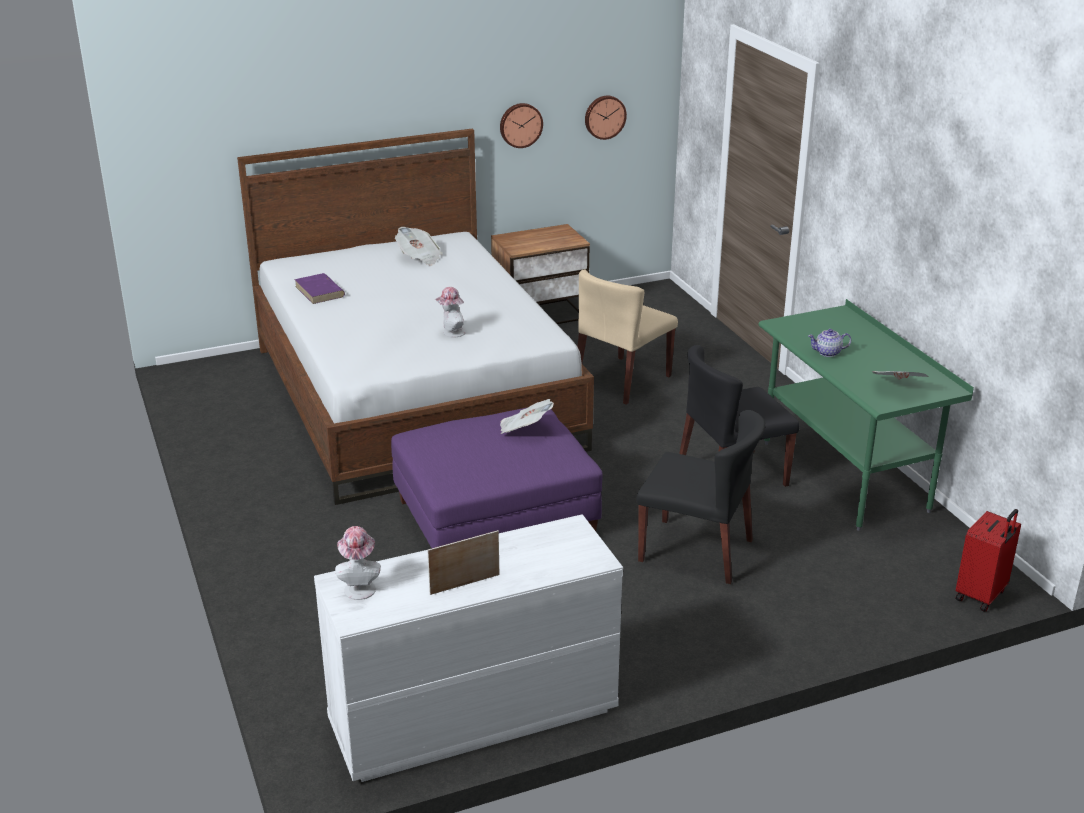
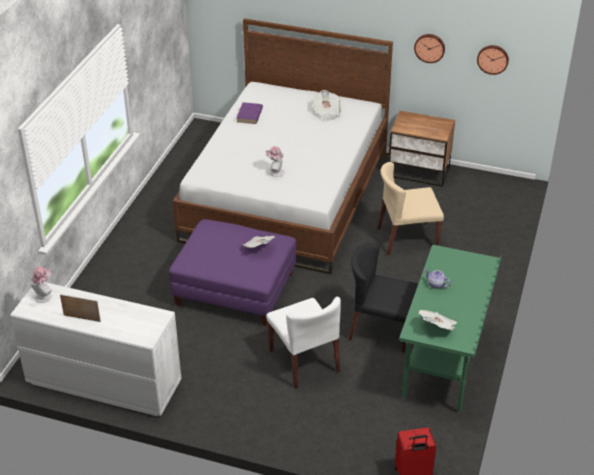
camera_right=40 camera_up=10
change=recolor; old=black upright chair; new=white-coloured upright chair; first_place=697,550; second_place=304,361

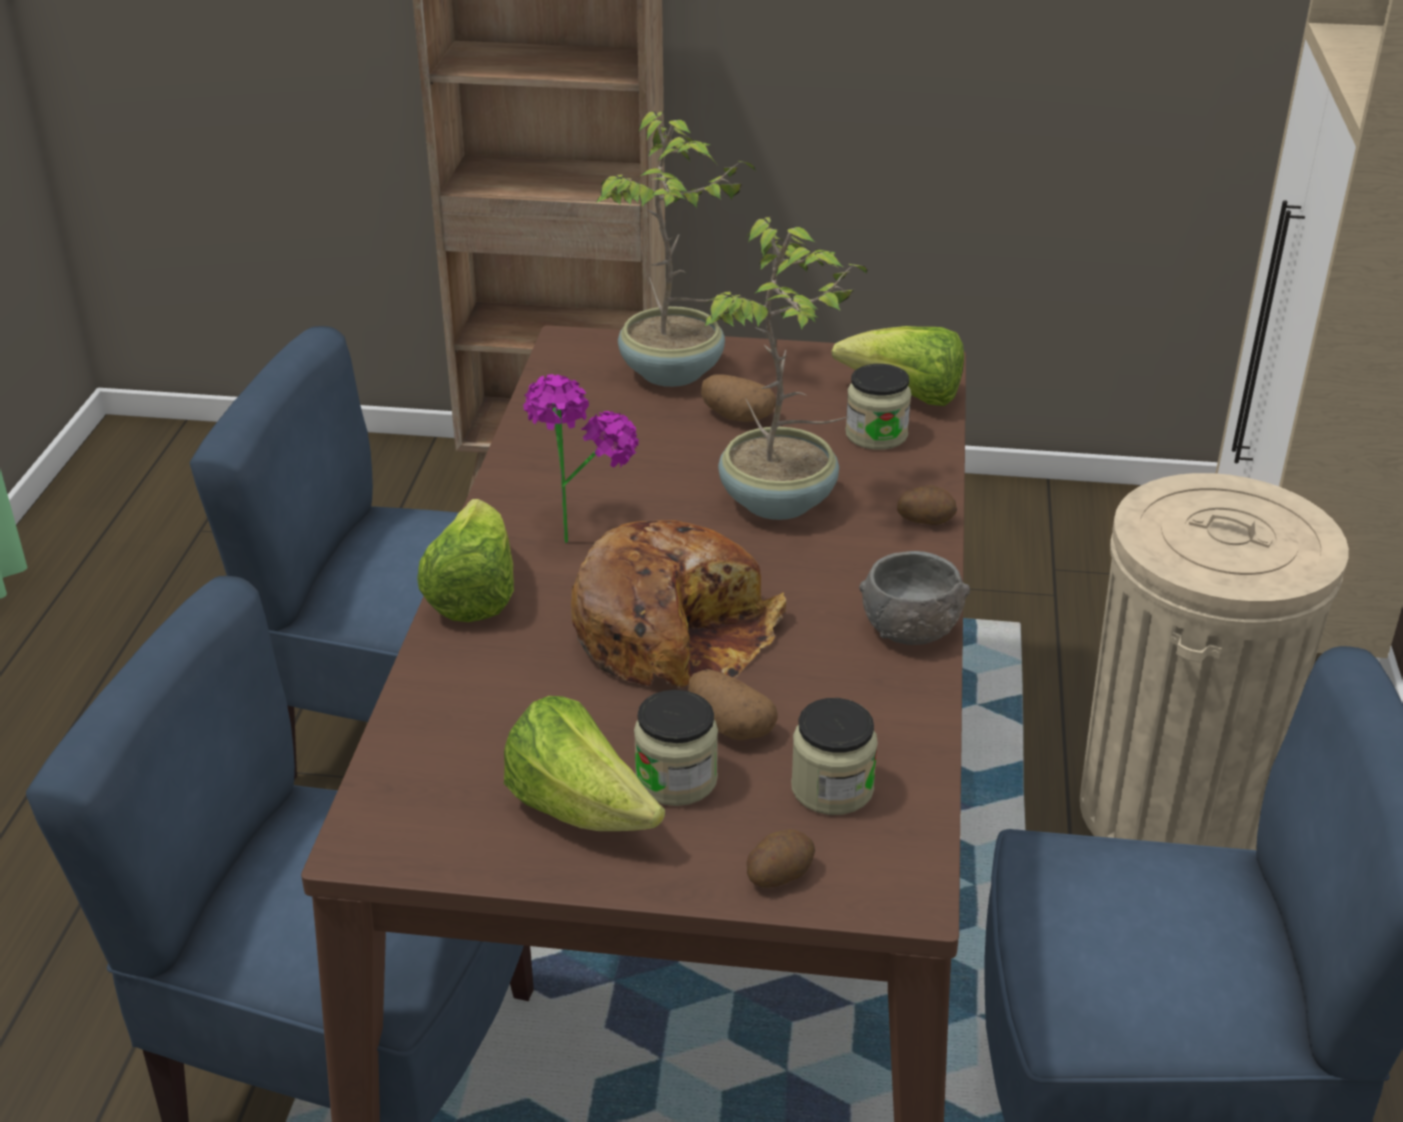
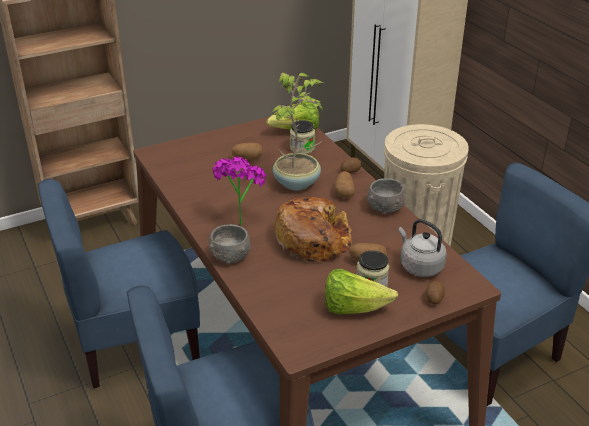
camera_right=-35 camera_up=0
change=delete; old=houseplant; first_place=674,373
change=insert; new=whole potato; second_place=344,192
change=replace; old=lettuce; new=grey bowl; first_place=473,594; second_place=230,256
change=replace; old=jar; new=grey kettle; first_place=832,788; second_place=419,266

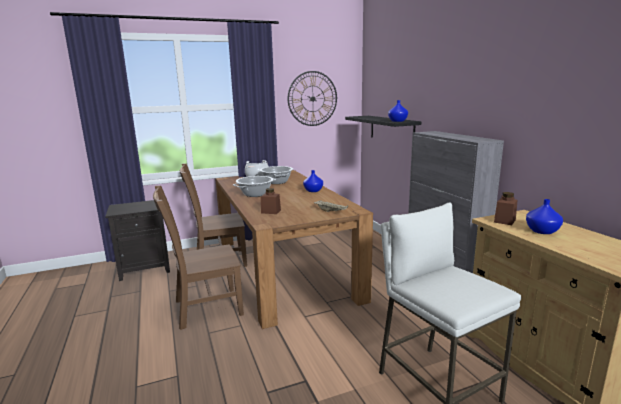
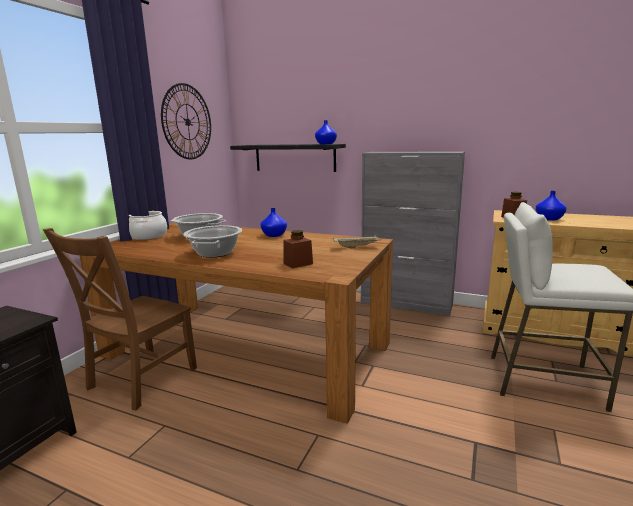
camera_right=-45 camera_up=0
change=delete; old=brown upright chair; first_place=205,308

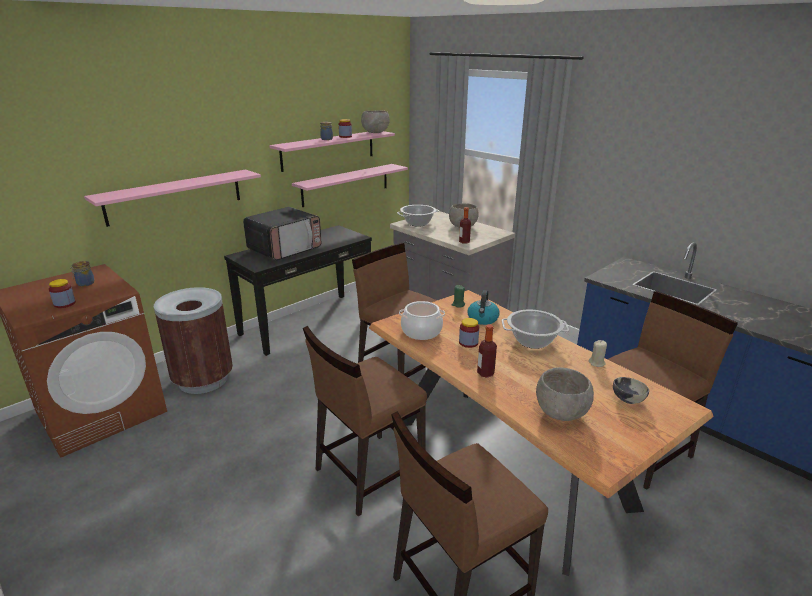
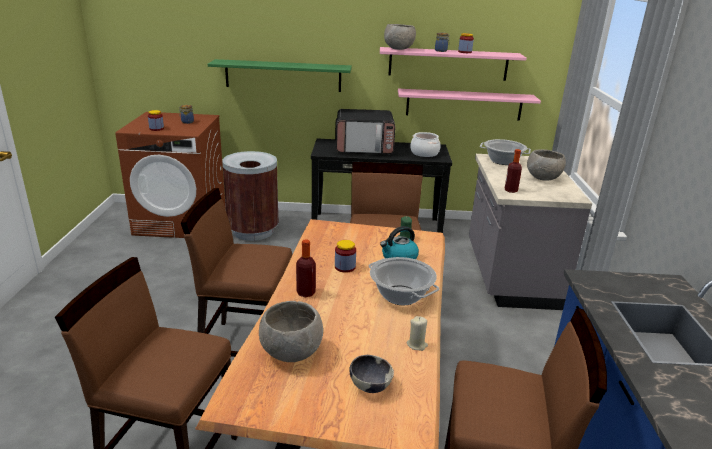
camera_right=45 camera_up=0
change=move; old=grey bowl; first_place=376,132; second_place=399,49
change=move; old=cooking pot; first_place=421,331; second_place=424,153
change=recolor; old=pink bracket shelf; new=greenish bracket shelf; first_place=175,196; second_place=283,75

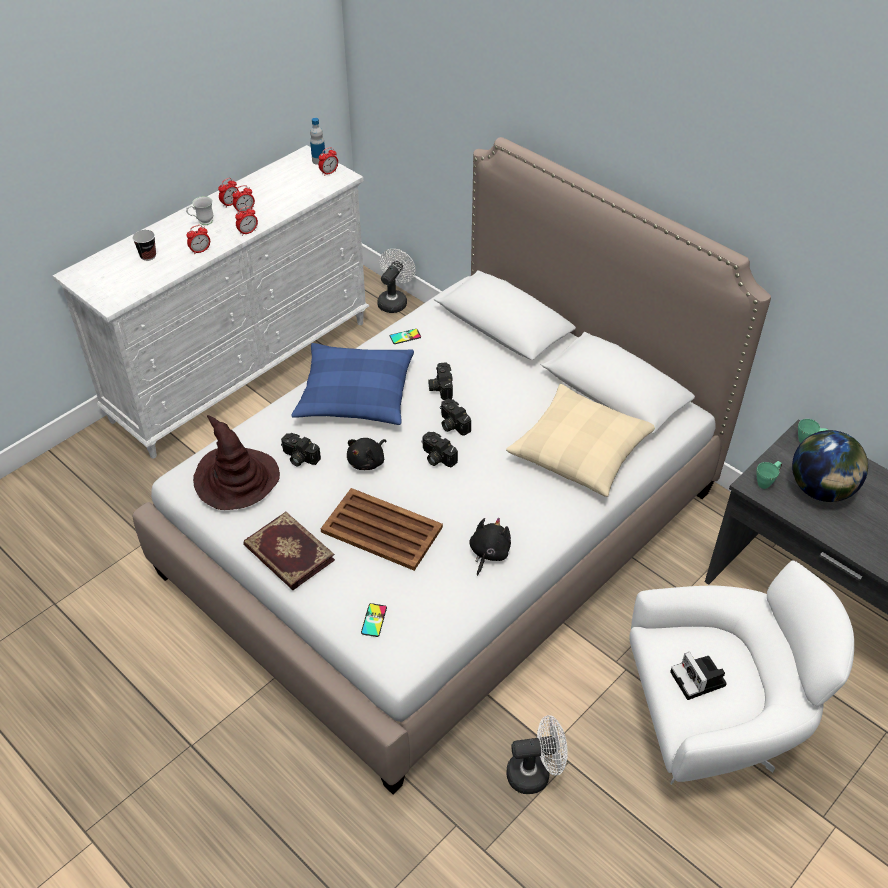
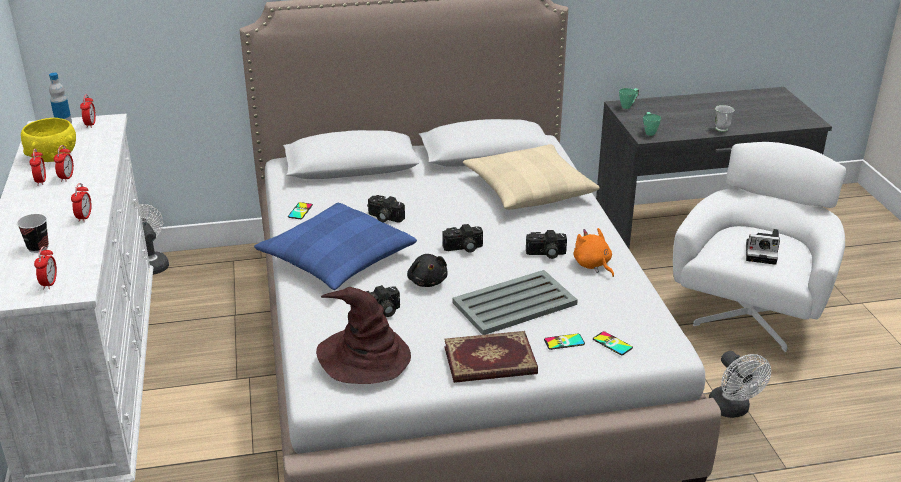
camera_right=-55 camera_up=-15
change=delete; old=globe; first_place=821,489
change=insert; new=yellow bowl; second_place=53,157
change=insert; new=phone; second_place=564,342
change=move; old=white-coloured mug; first_place=202,222; second_place=722,130
change=move; old=bedside clock; first_place=248,232; second_place=49,283
change=move; old=photo camera; first_place=452,424; second_place=546,254
change=recolor; old=brown serving tray; new=grey serving tray; first_place=381,529; second_place=513,303
change=recolor; old=black cuddly toy; new=orange-coloured cuddly toy; first_place=488,553; second_place=593,265
change=rotate; old=white-coloured fan; first_place=535,773; second_place=732,410; degrees=135

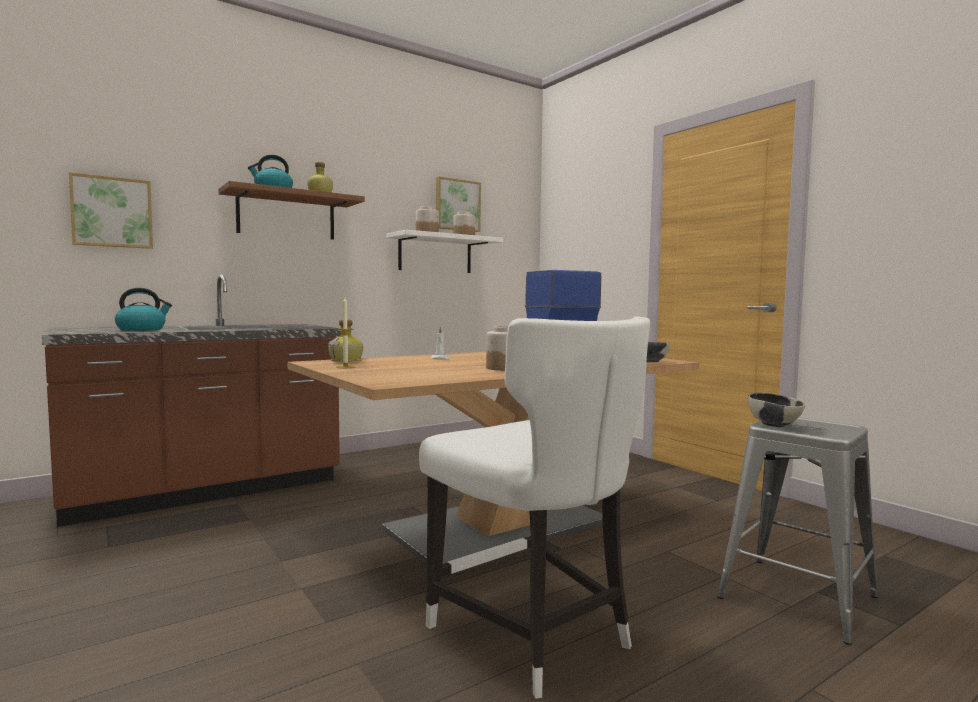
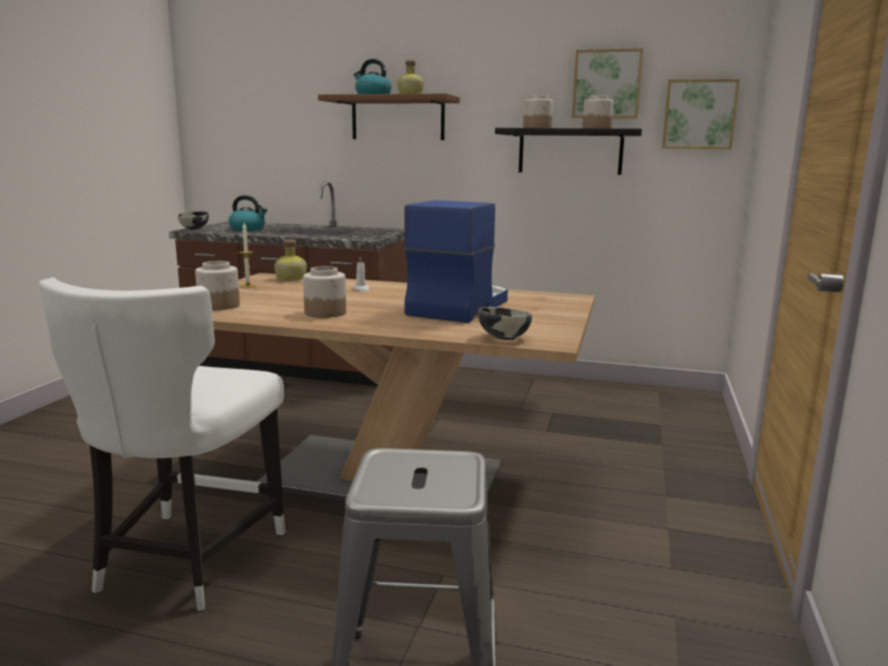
camera_right=50 camera_up=10
change=insert; new=jar; second_place=218,306
change=move; old=wall picture; first_place=112,212; second_place=699,114
change=move; old=bowl; first_place=774,425; second_place=194,229
change=recolor; old=white-coloured bracket shelf; new=black bracket shelf; first_place=435,254; second_place=570,151

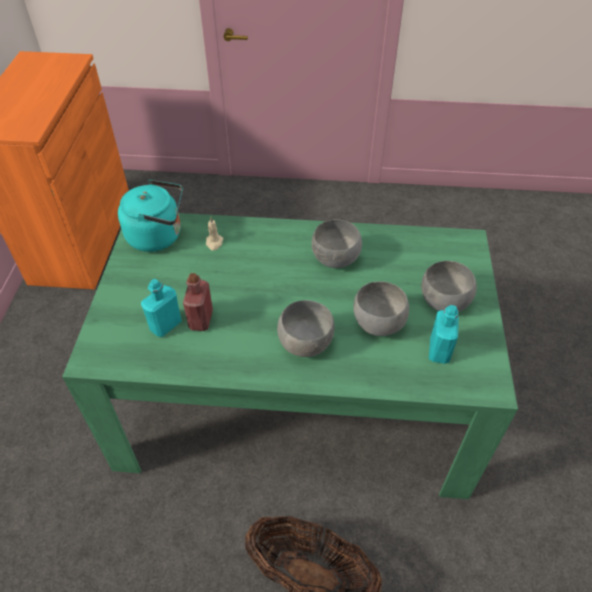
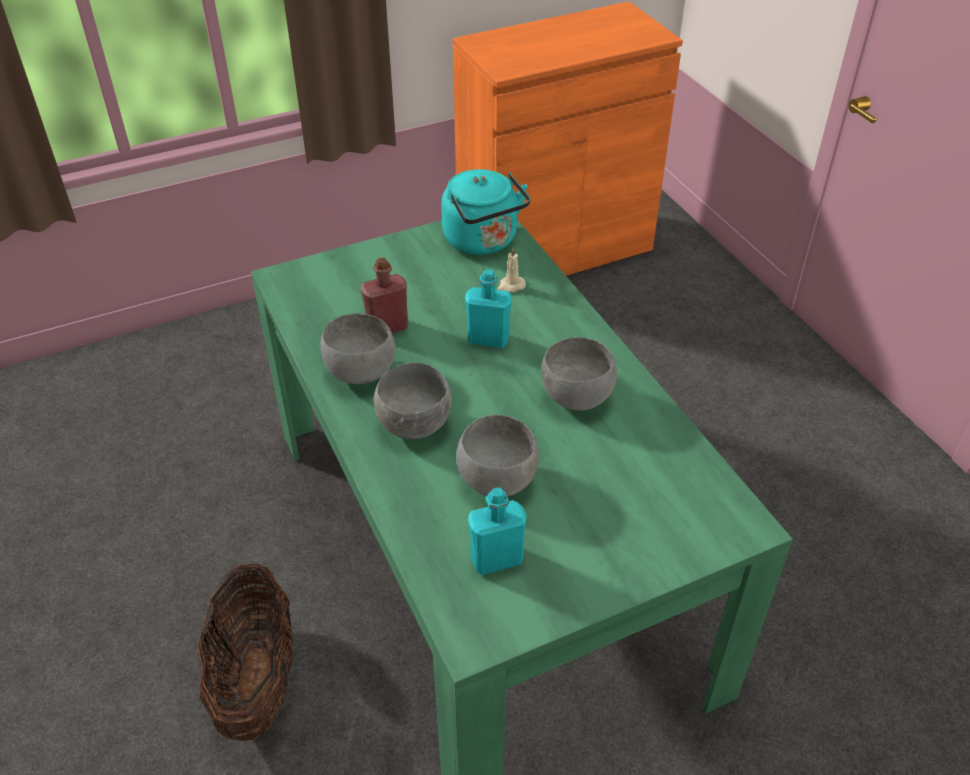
camera_right=60 camera_up=-5
change=move; old=turquoise drink bottle; first_place=165,325; second_place=488,339
change=move; old=grey bowl; first_place=443,303; second_place=359,372

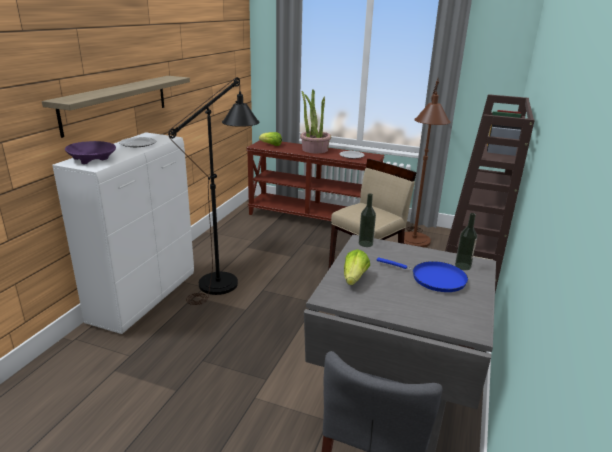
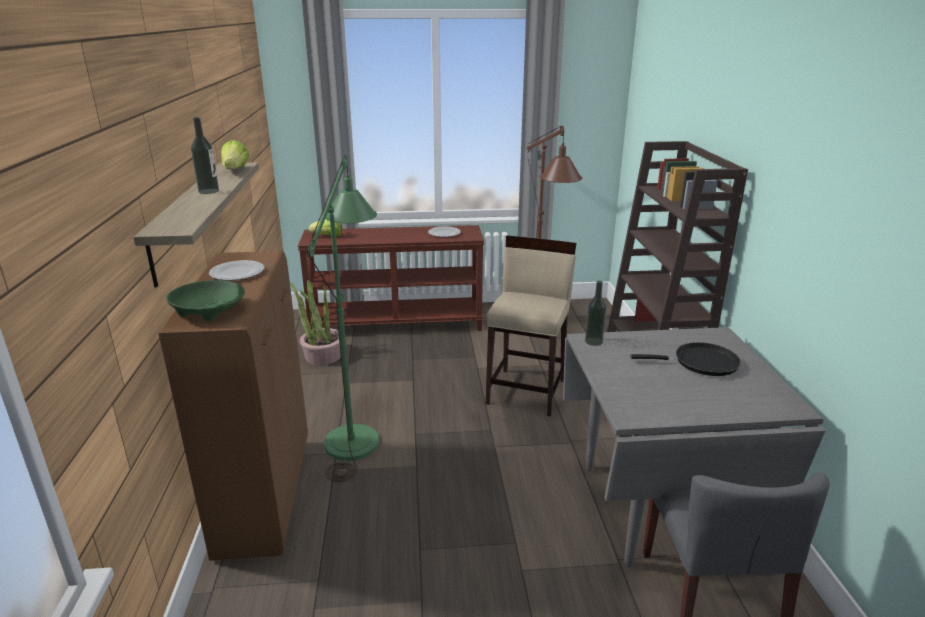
camera_right=-25 camera_up=0
change=move; old=houseplant; first_place=314,149; second_place=323,356
change=move; old=lettuce; first_place=354,278; second_place=235,170
change=move; old=drink bottle; first_place=463,266; second_place=209,191
change=recolor; old=white-coloured cupboard; new=brown cupboard; first_place=145,297; second_place=265,494
change=recolor; old=purple-coloured bowl; new=greenish bowl; first_place=92,159; second_place=209,310
change=recolor; old=black standing lamp; new=greenish standing lamp; first_place=225,279; second_place=355,434
change=recolor; old=blue-coloured frying pan; new=black frying pan; first_place=434,279; second_place=701,363

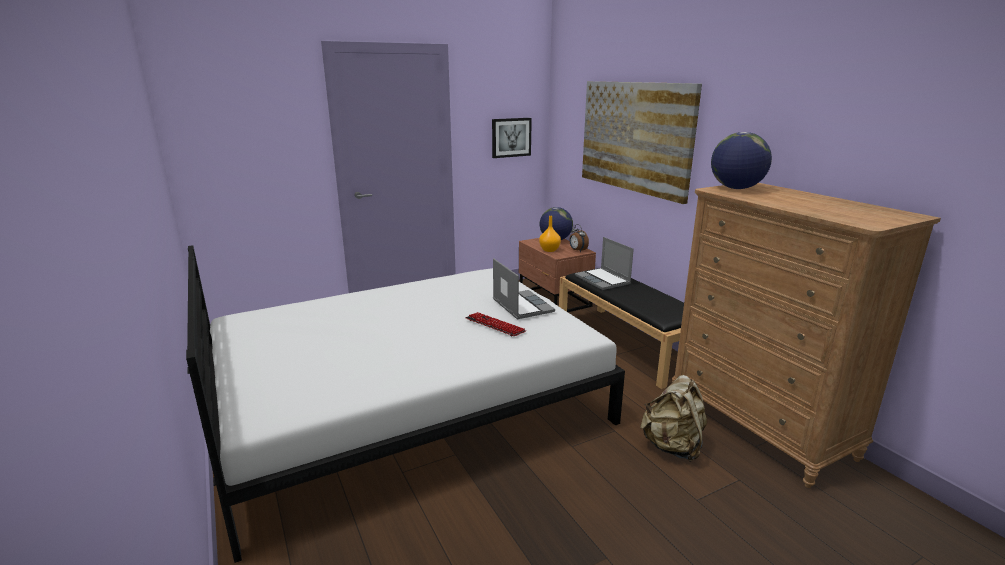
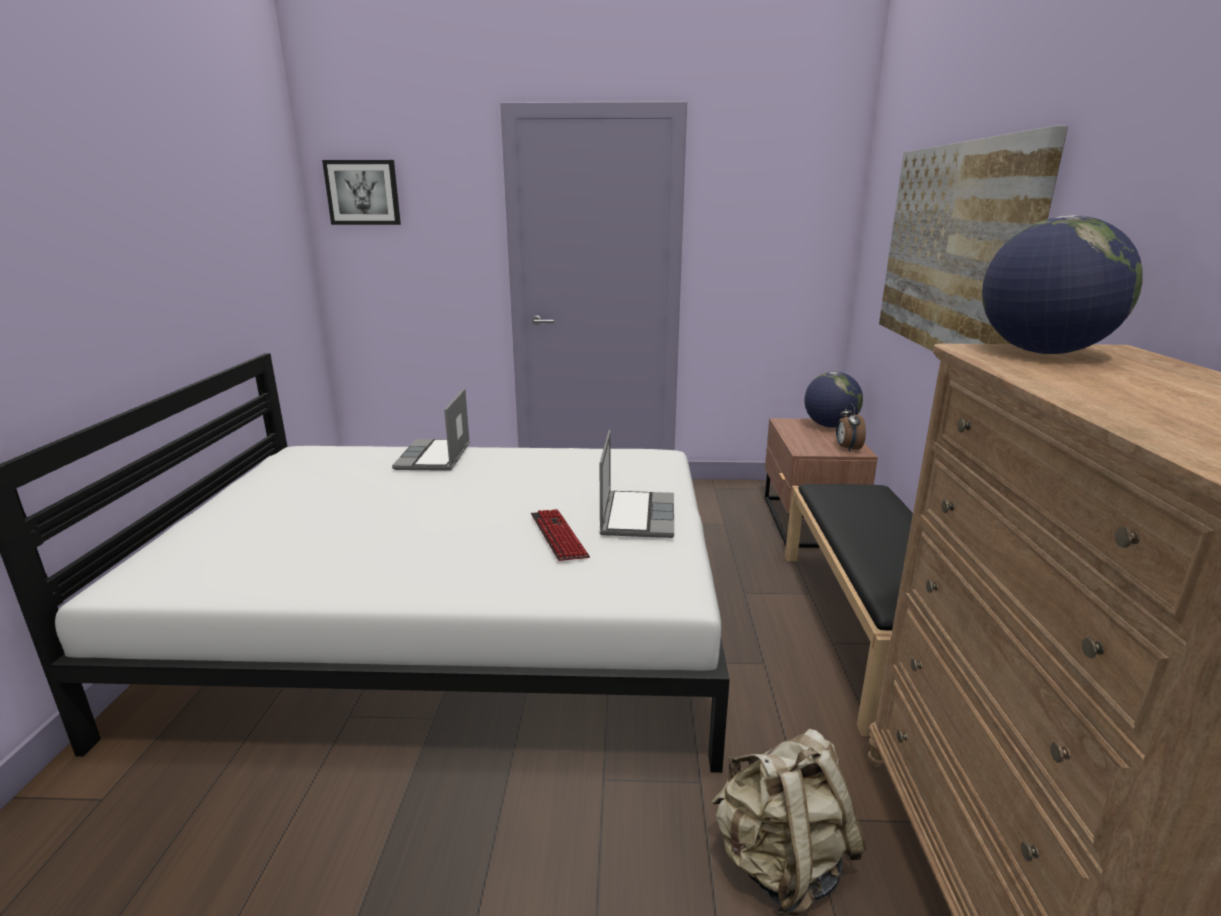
camera_right=30 camera_up=0
change=delete; old=orange-coloured flower vase; first_place=549,250
change=move; old=wall picture; first_place=511,137; second_place=363,192
change=move; old=laptop; first_place=603,280; second_place=434,457

